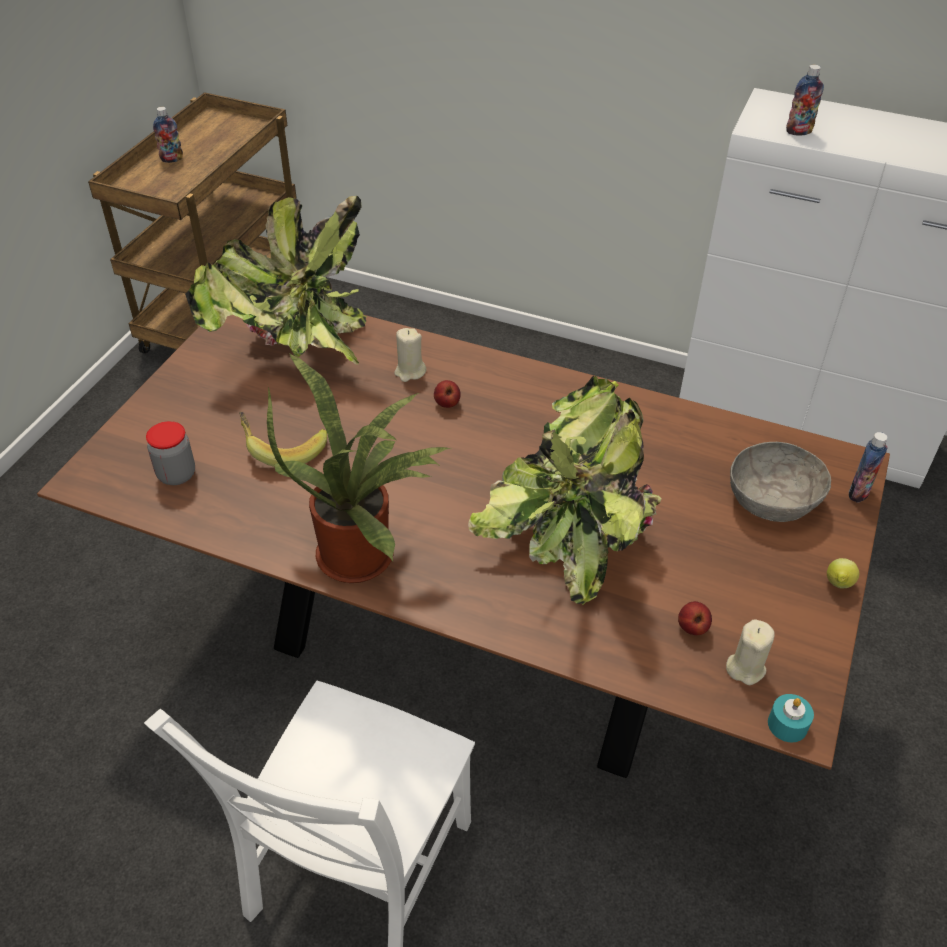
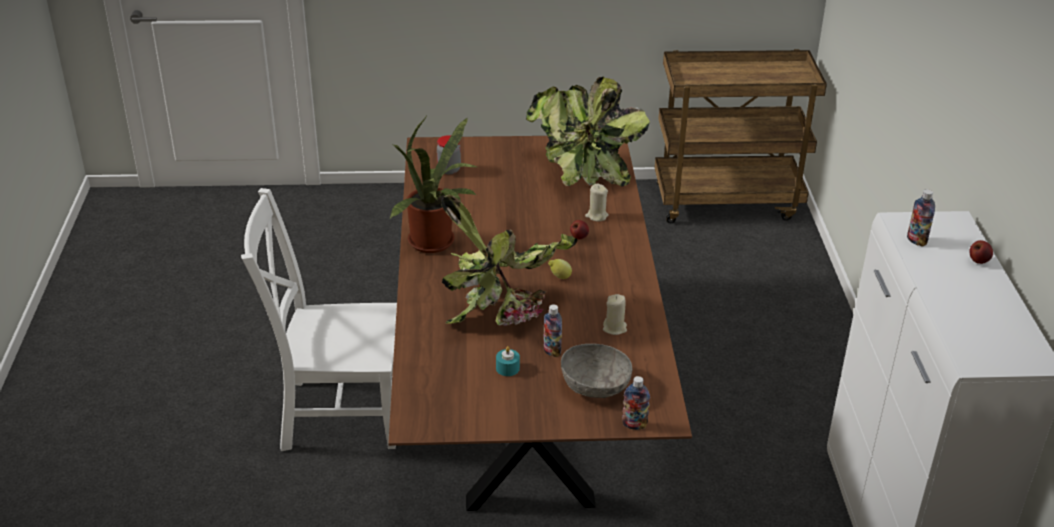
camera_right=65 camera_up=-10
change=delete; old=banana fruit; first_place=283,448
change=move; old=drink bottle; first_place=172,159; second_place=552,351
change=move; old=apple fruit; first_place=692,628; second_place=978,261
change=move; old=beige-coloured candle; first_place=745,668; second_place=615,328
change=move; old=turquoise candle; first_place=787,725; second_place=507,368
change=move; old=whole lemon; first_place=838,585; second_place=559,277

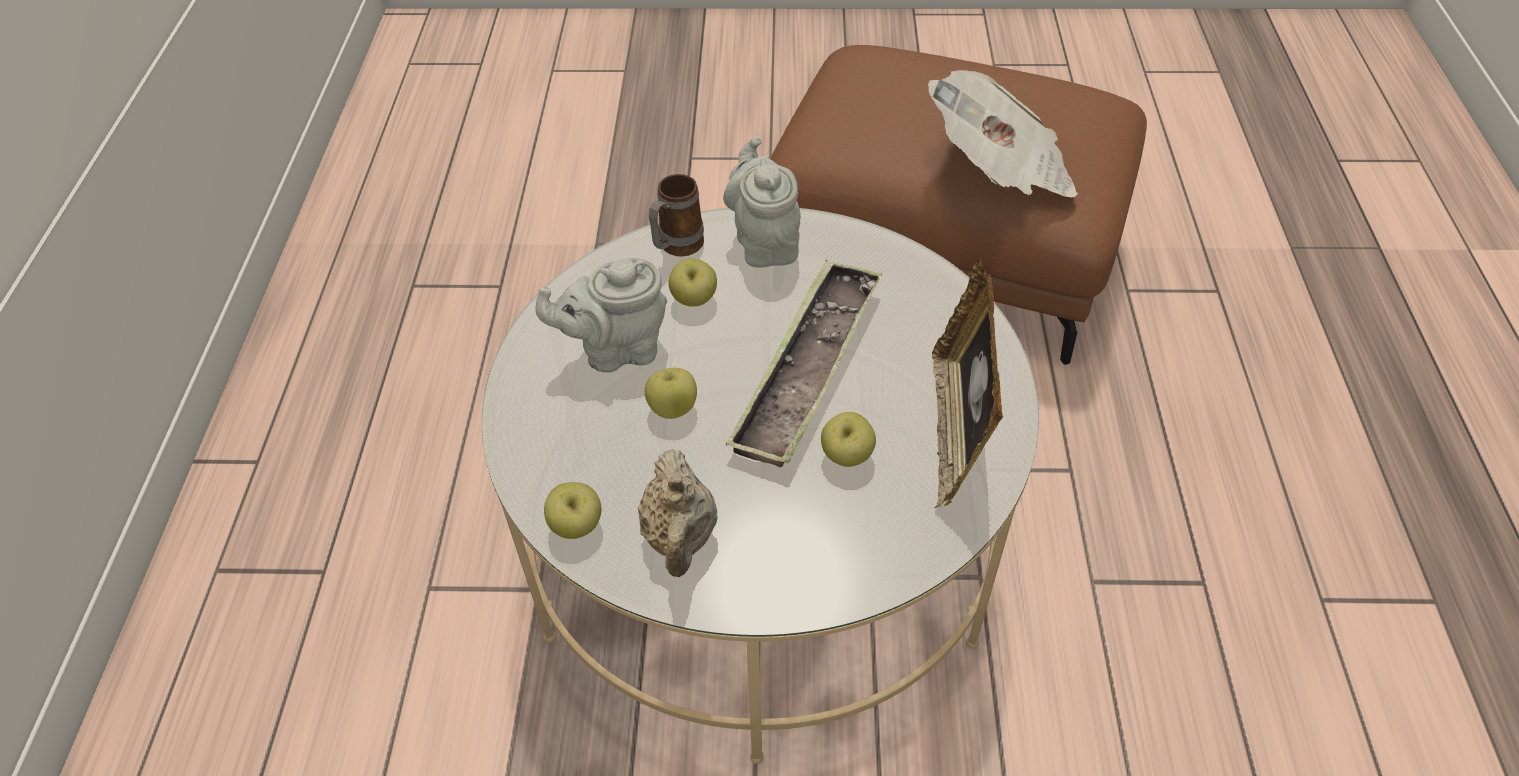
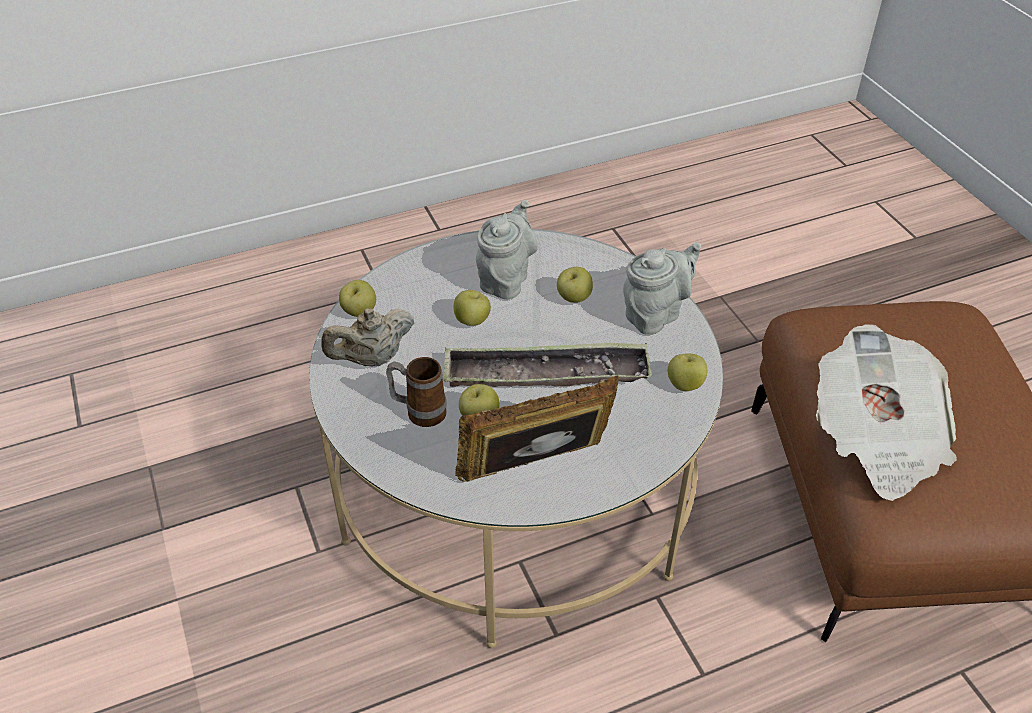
camera_right=65 camera_up=-5
change=insert; new=apple fruit; second_place=685,385
change=move; old=mug; first_place=676,248; second_place=419,412
change=rotate; old=grey pot for tea; first_place=616,350; second_place=506,279; degrees=60

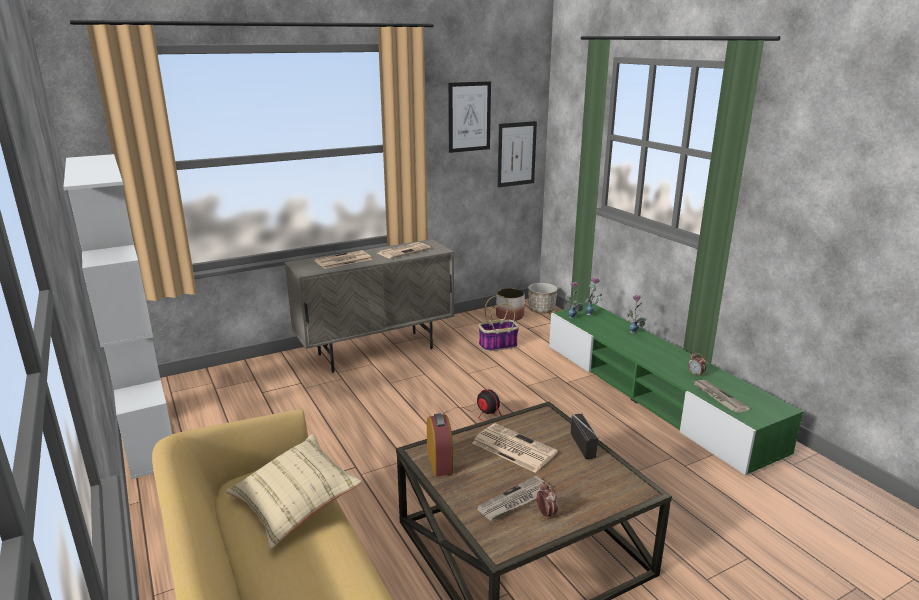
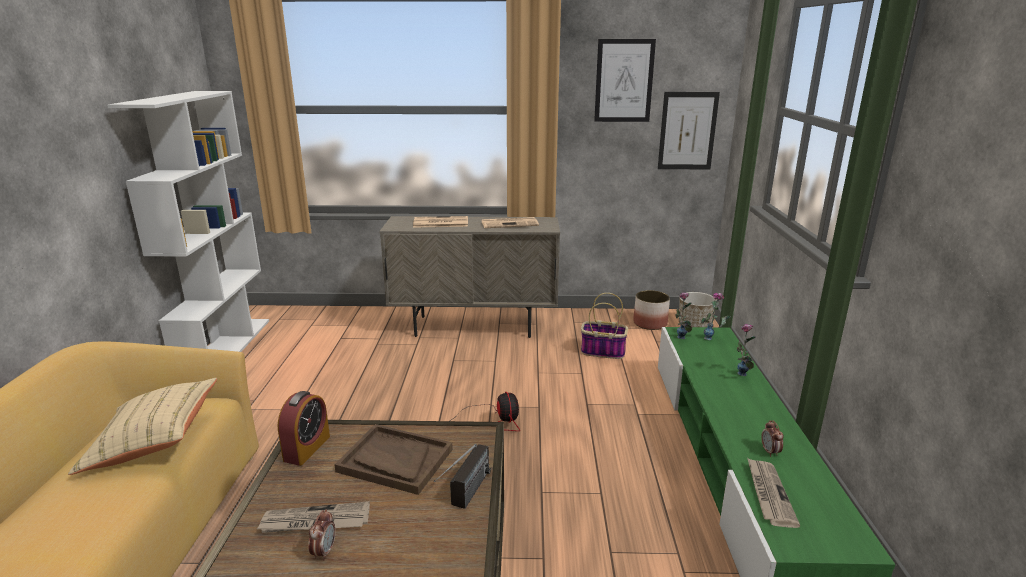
camera_right=30 camera_up=0
change=replace; old=printed paper; new=brown serving tray; first_place=512,448; second_place=395,460

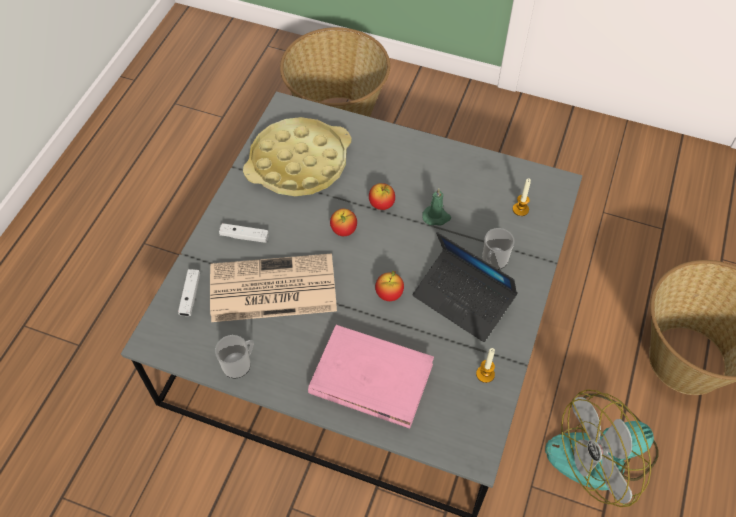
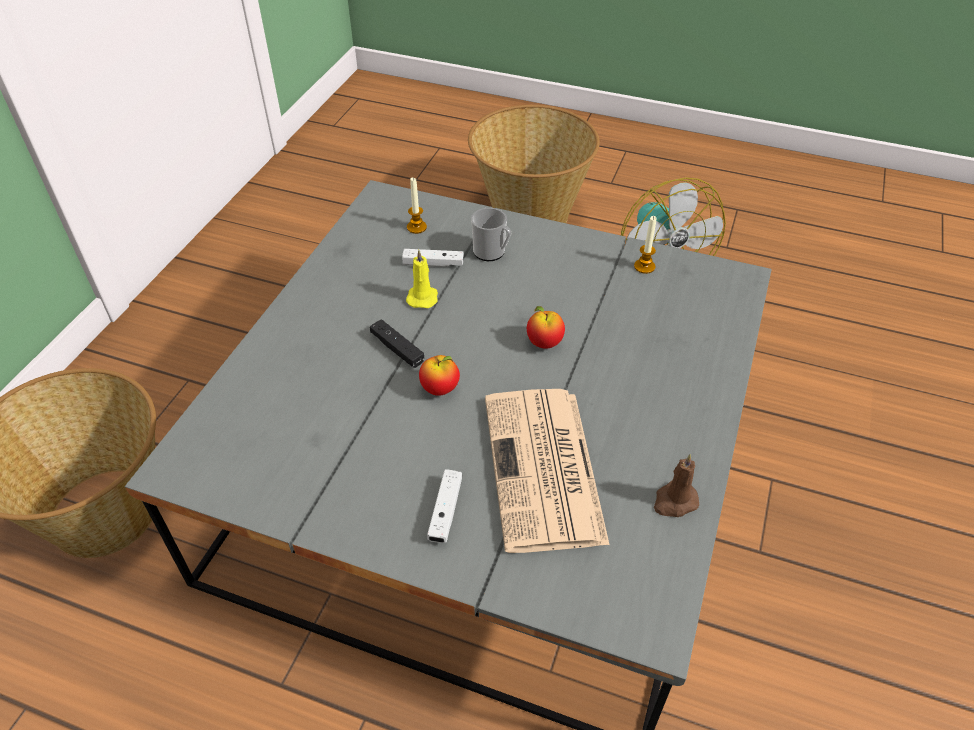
camera_right=-90 camera_up=-10
change=delete; old=yellow serving tray; first_place=299,163
change=delete; old=pink volume; first_place=370,379
change=delete; old=laptop; first_place=463,300
change=move; old=white-coloured game controller; first_place=190,296; second_place=433,264
change=replace; old=mug; new=brown candle; first_place=239,364; second_place=674,501
change=replace; old=apple fruit; new=black game controller; first_place=381,205; second_place=397,349
change=recolor; old=greenish candle; new=yellow candle; first_place=436,217; second_place=422,297

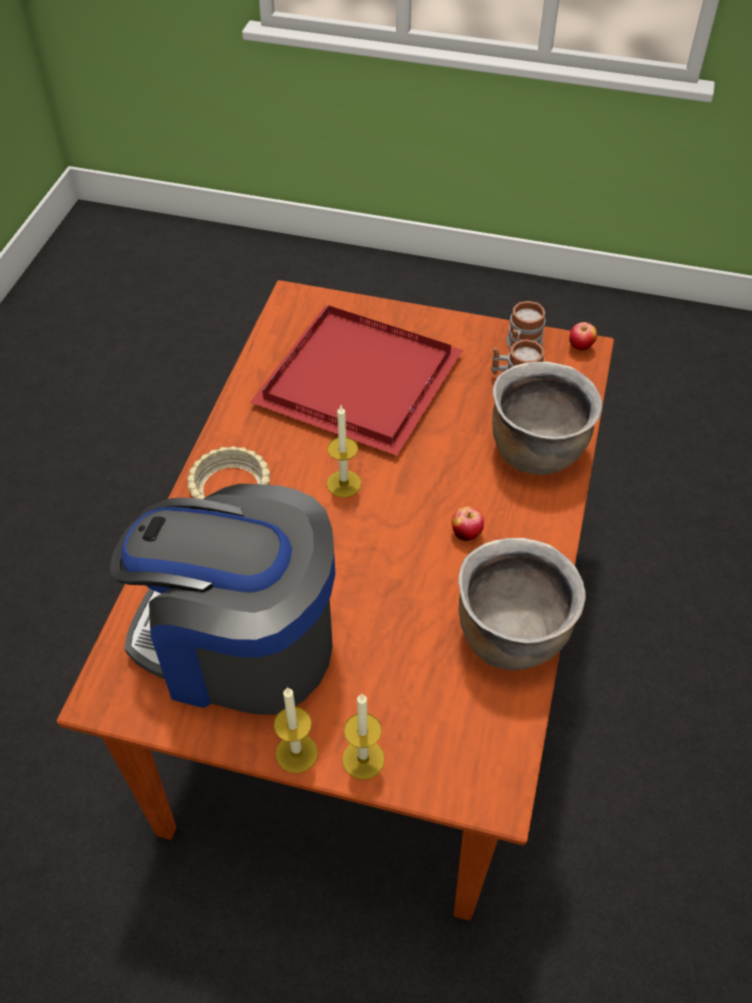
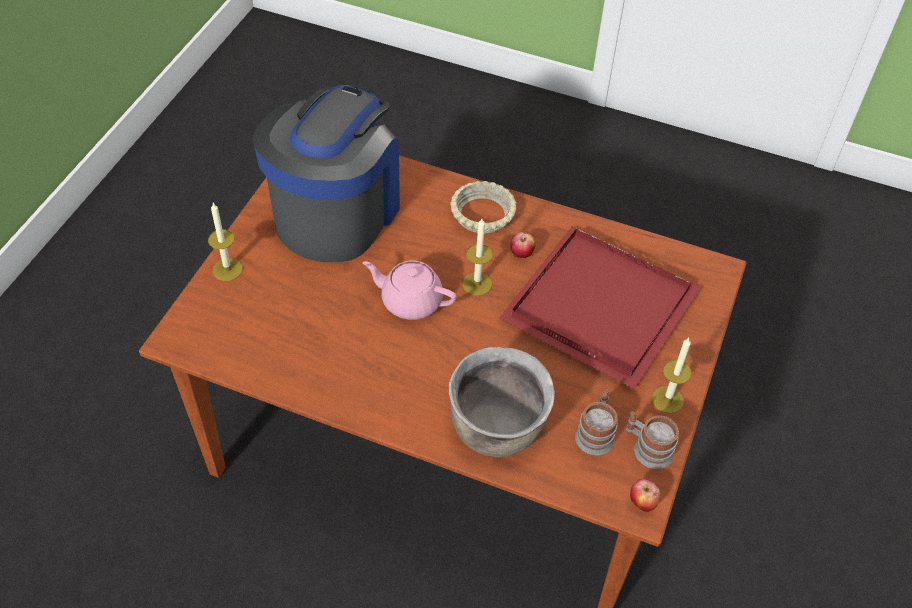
camera_right=95 camera_up=0
change=delete; old=brown cooking pot; first_place=510,635
change=insert; new=pink pot for tea; second_place=410,301
change=move; old=candle; first_place=296,753; second_place=667,399
change=move; old=apple fruit; first_place=466,534; second_place=521,255

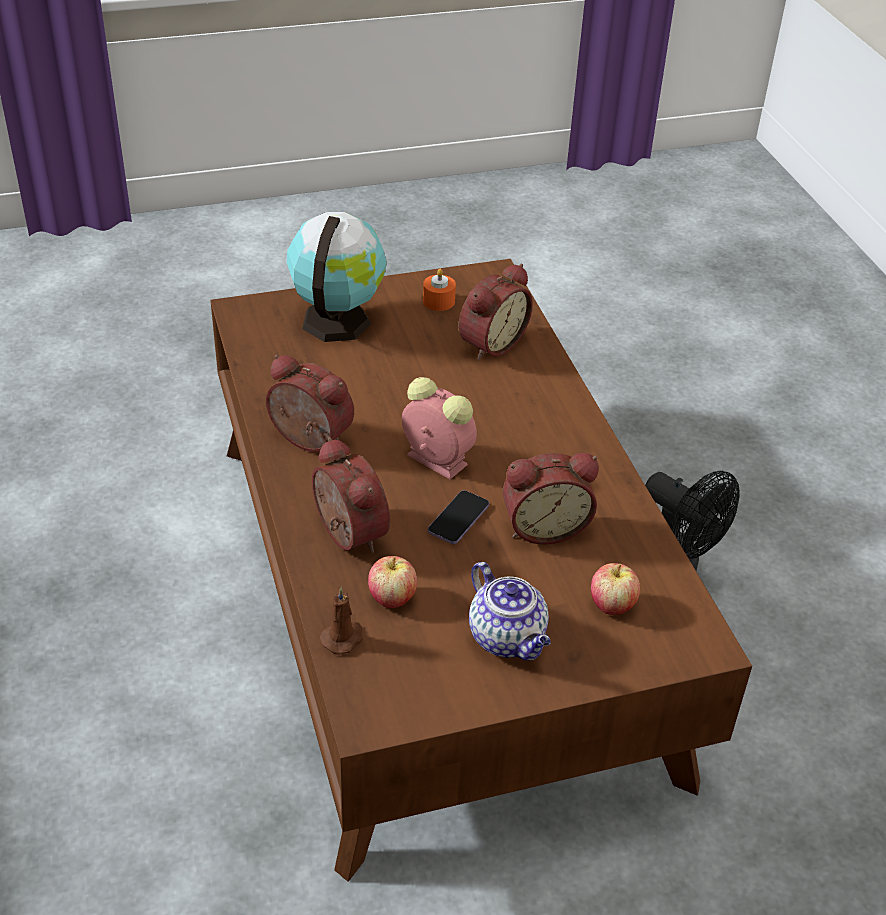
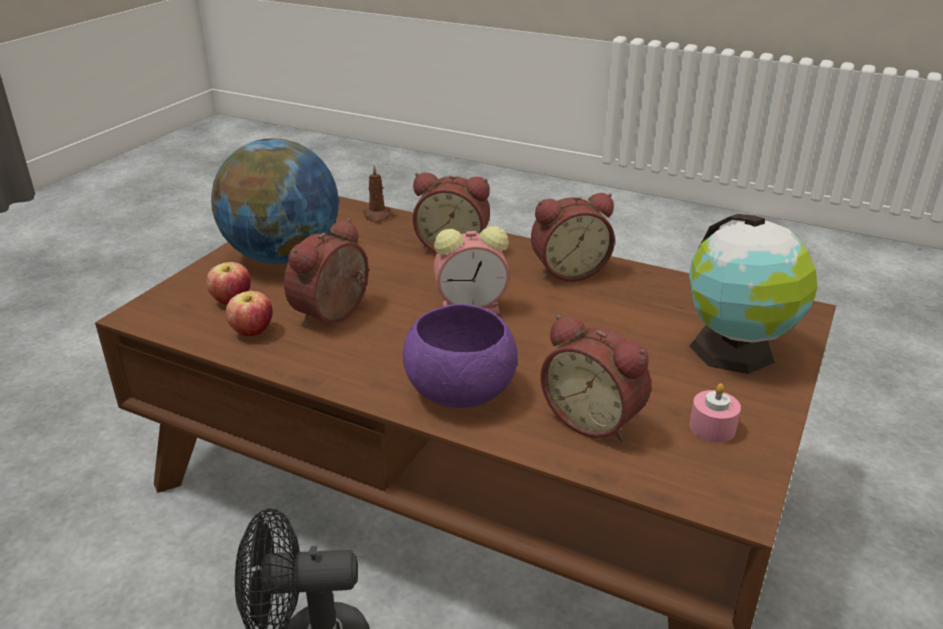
camera_right=135 camera_up=-10
change=delete; old=phone; first_place=458,519
change=insert; new=purple-coloured bowl; second_place=459,390
change=move; old=apple fruit; first_place=392,598; second_place=252,332
change=replace; old=pot for tea; new=globe; first_place=508,638; second_place=283,256
change=recolor; old=orange-coloured candle; new=pink candle; first_place=438,301; second_place=712,427
change=rotate; old=bedside clock; first_place=489,343; second_place=594,418; degrees=-45

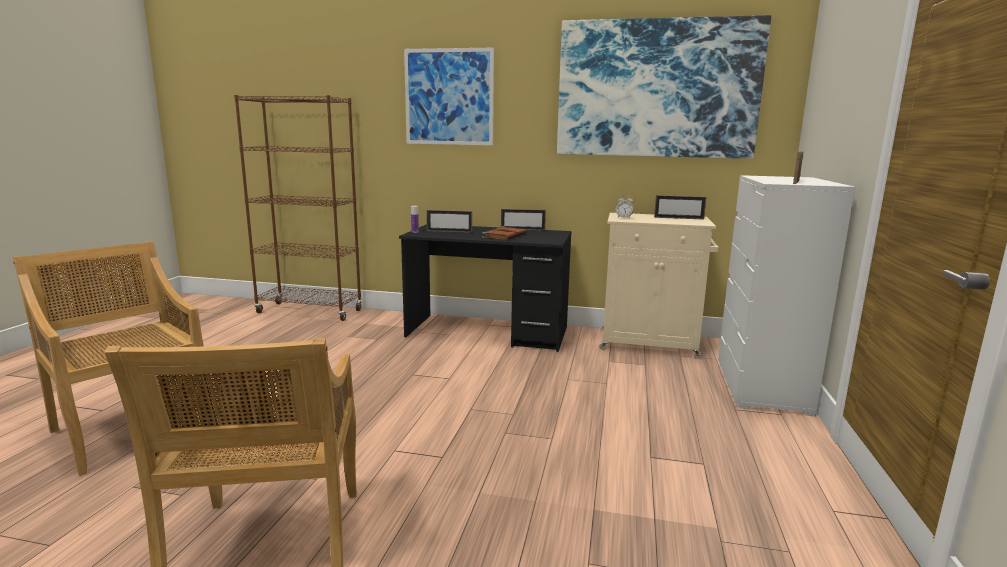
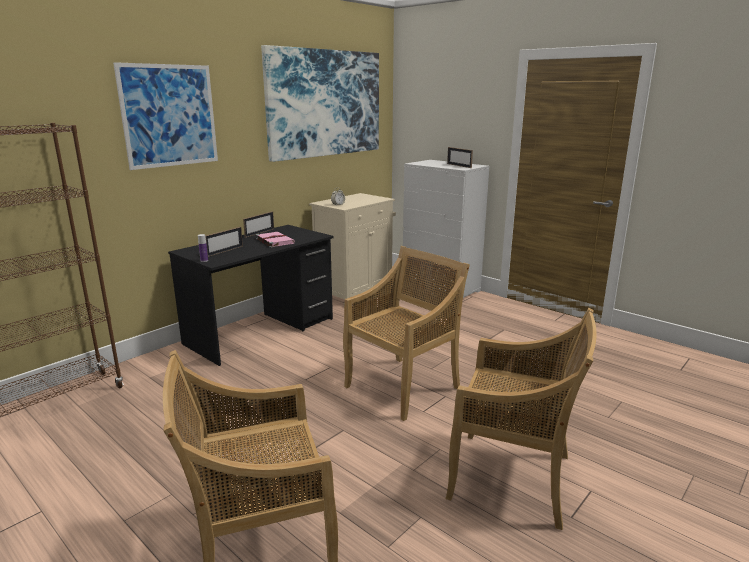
camera_right=-60 camera_up=5
change=delete; old=picture frame; first_place=678,218
change=insert; new=beige-coloured upright chair; second_place=403,386
change=recolor; old=brown volume; new=pink volume; first_place=505,235; second_place=274,241

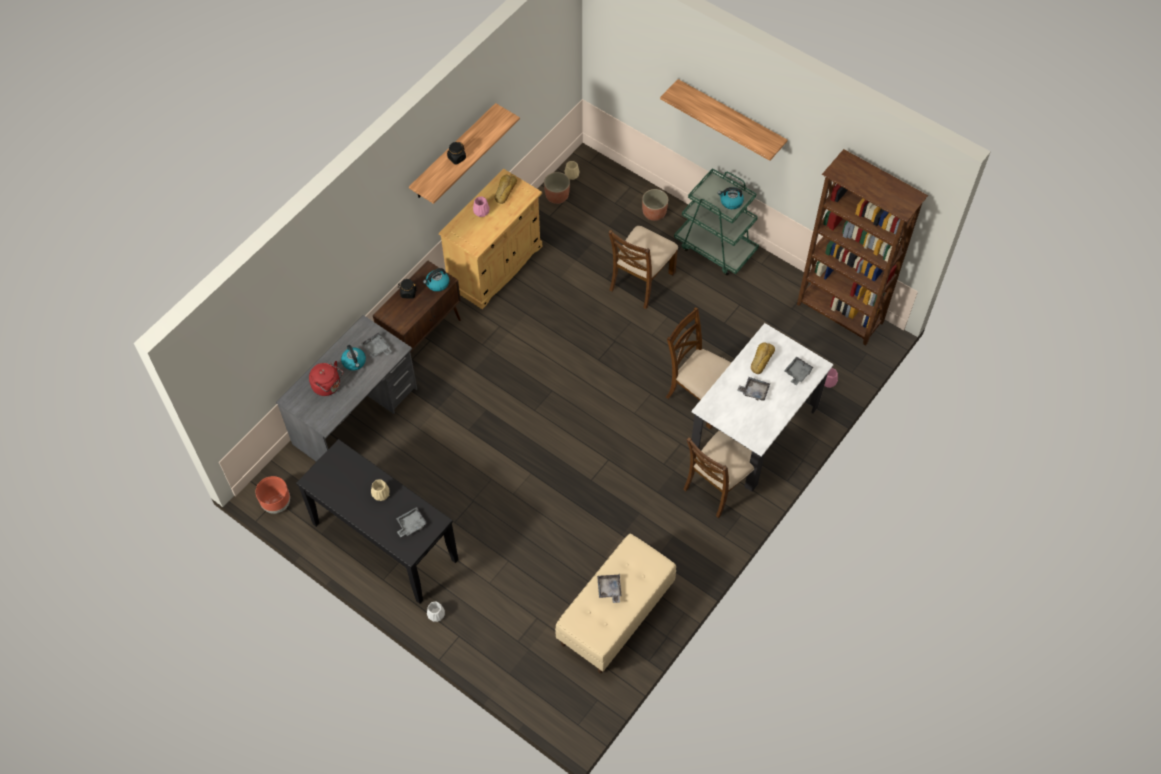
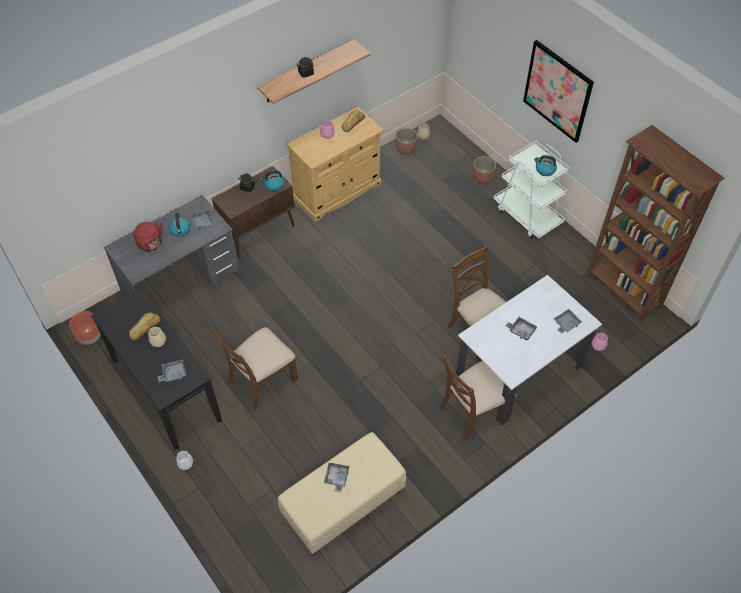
camera_right=15 camera_up=-5
change=move; old=brown upright chair; first_place=641,281; second_place=261,380
change=move; old=baked bread; first_place=761,359; second_place=144,328
change=replace; old=bracket shelf; new=wall picture; first_place=730,118; second_place=557,91
change=recolor; old=greenish cart; new=white-coloured cart; first_place=715,248; second_place=527,215

